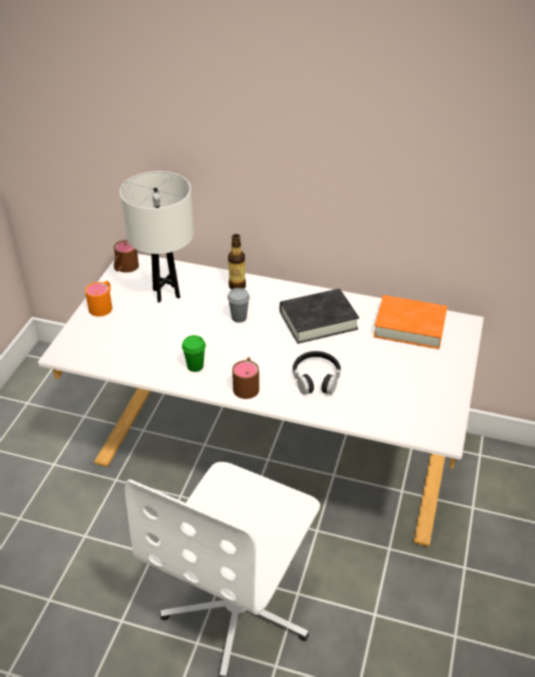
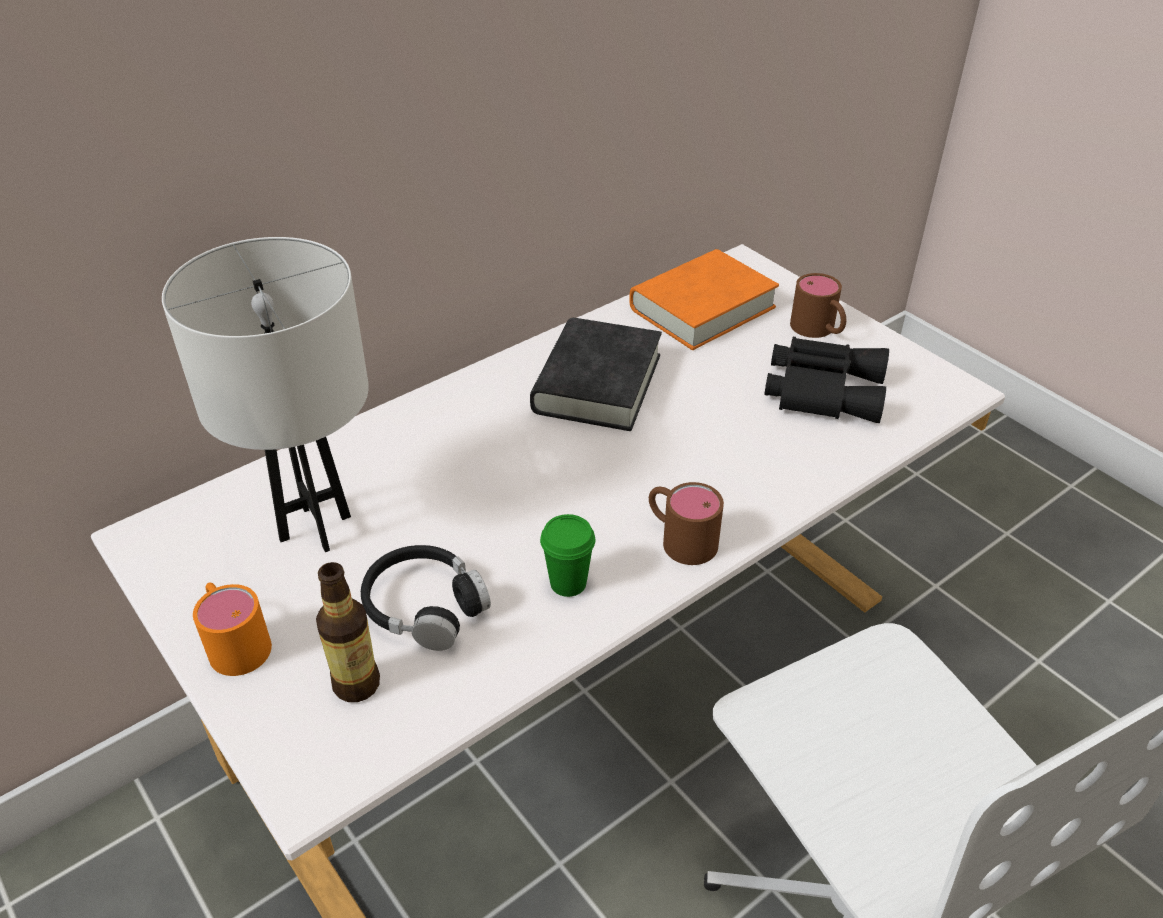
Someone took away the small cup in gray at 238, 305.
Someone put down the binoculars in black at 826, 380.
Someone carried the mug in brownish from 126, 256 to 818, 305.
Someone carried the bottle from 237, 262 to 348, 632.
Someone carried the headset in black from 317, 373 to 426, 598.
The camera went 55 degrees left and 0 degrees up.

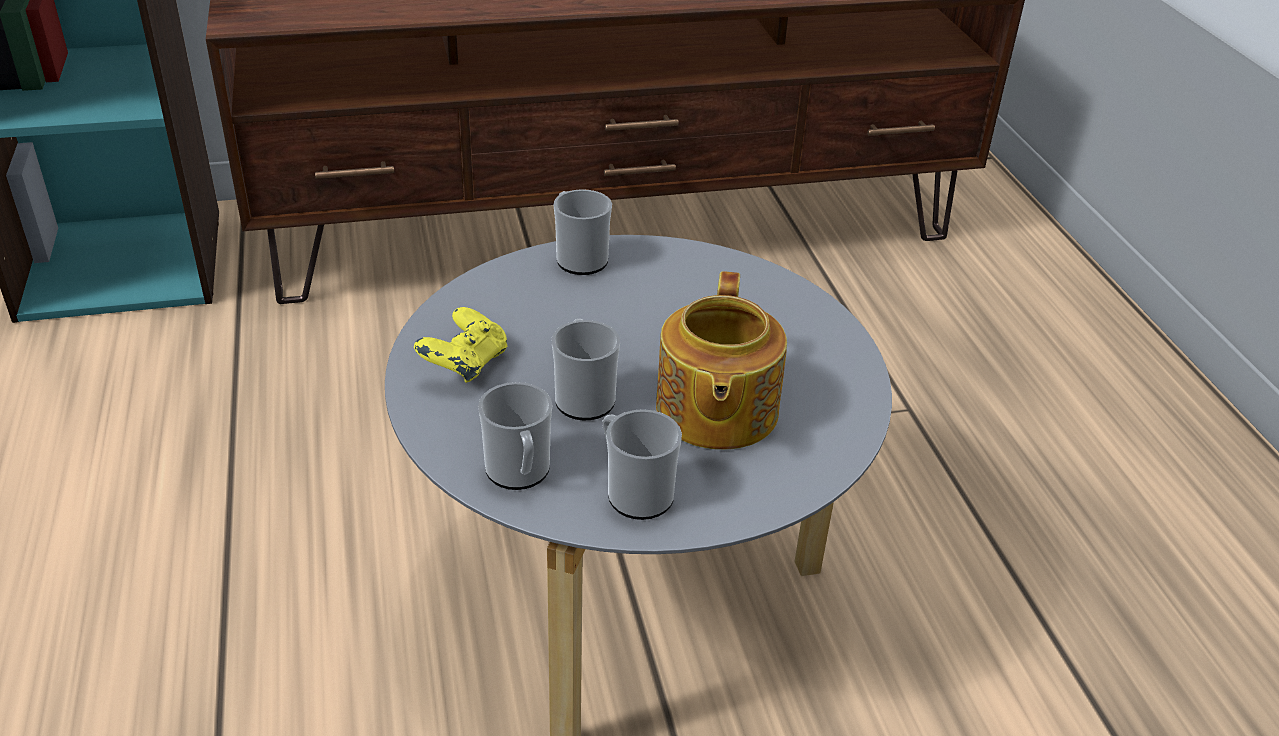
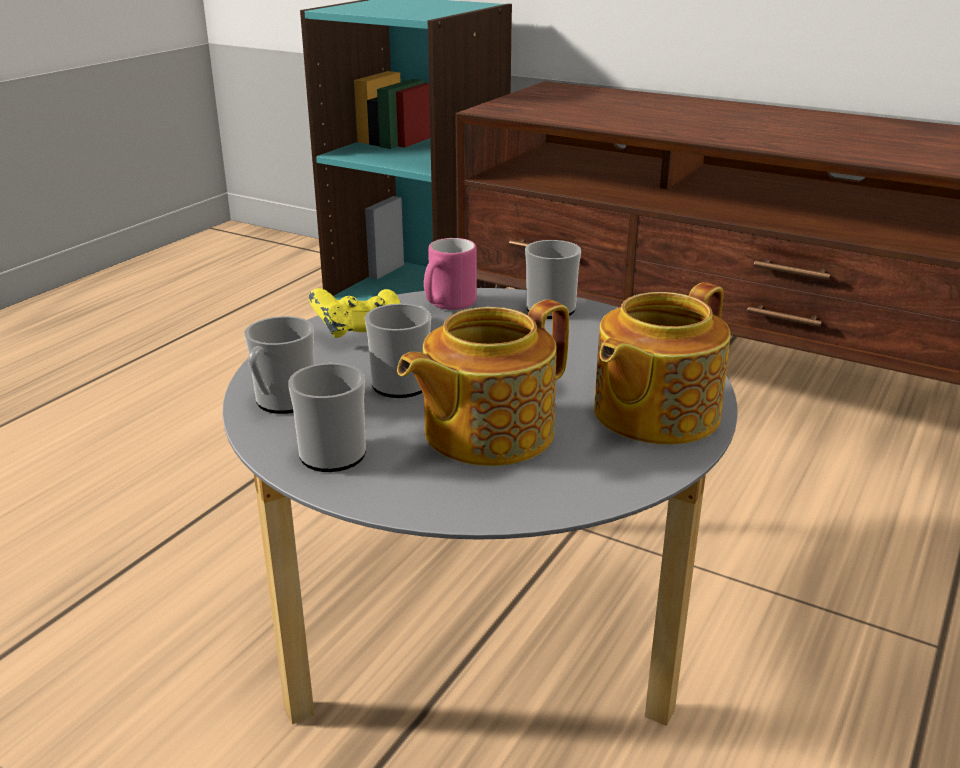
Someone put down the mug in pink at 450, 274.
Someone put down the pot for tea at 662, 363.
The camera went 45 degrees right and 10 degrees down.

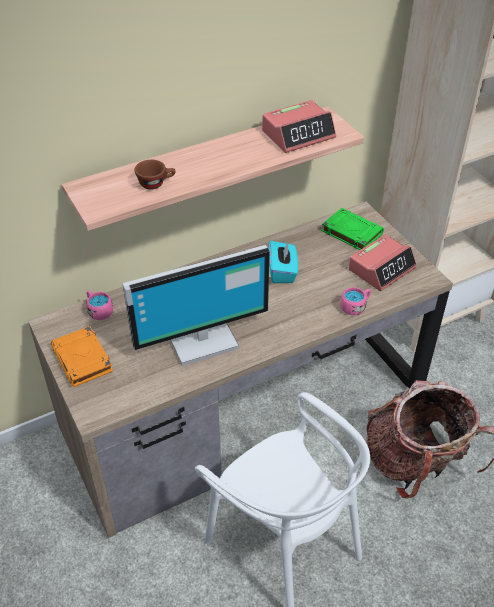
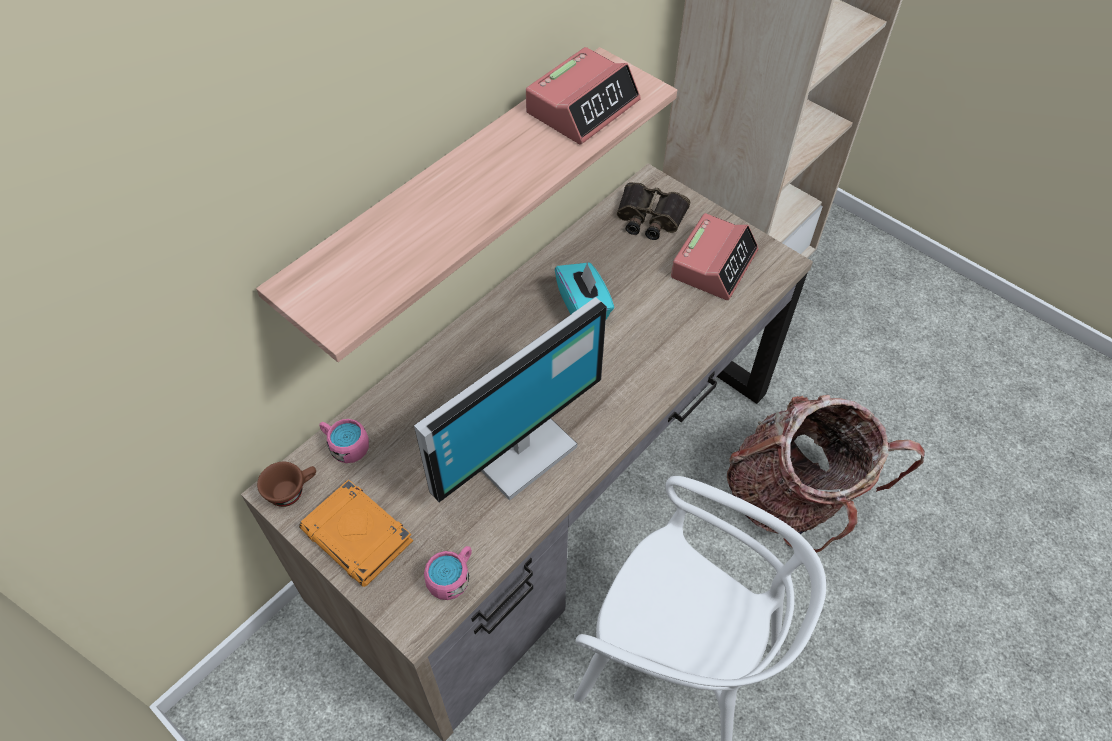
Someone carried the small cup in brownish from 155, 175 to 286, 484.
Someone carried the mug in pink from 355, 301 to 448, 573.
Someone swapped the book in green-coloured at 352, 229 for the binoculars at 653, 211.
The camera went 20 degrees left and 10 degrees up.

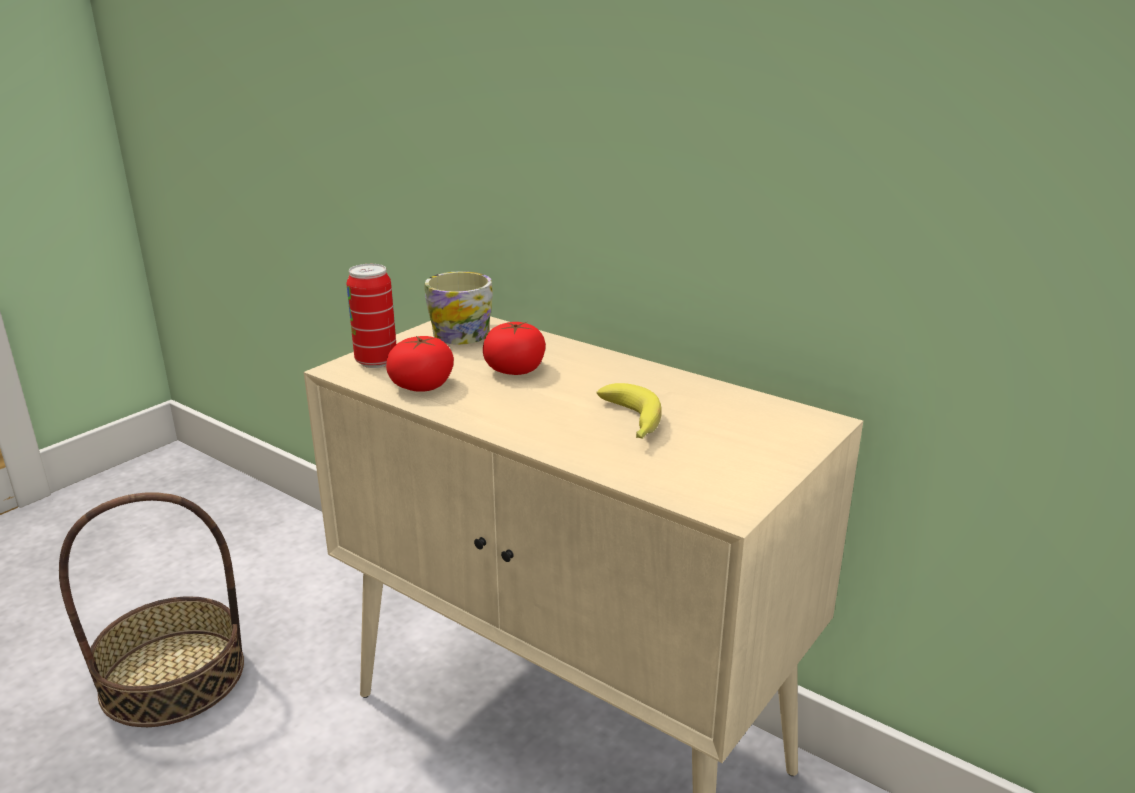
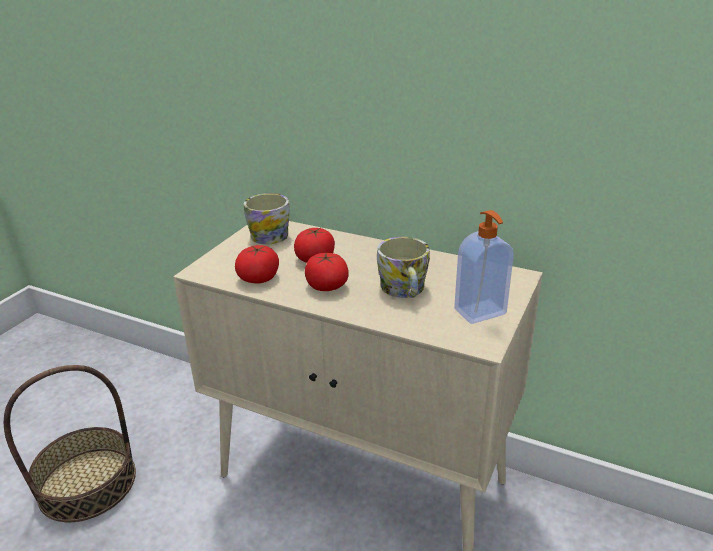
Someone took away the sealed can at 371, 316.
Someone put down the whole tomato at 327, 272.
Someone put down the soap dispenser at 484, 267.
Someone swapped the banana fruit at 629, 411 for the mug at 403, 267.
The camera went 10 degrees left and 5 degrees up.

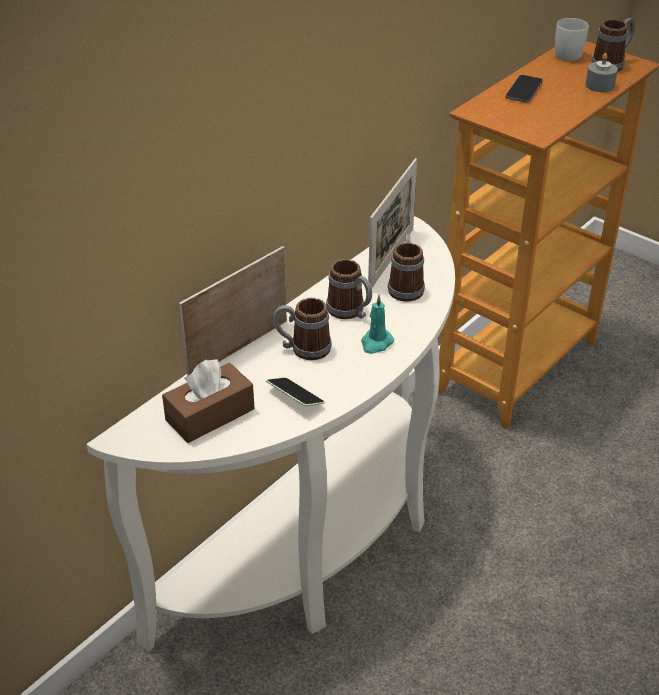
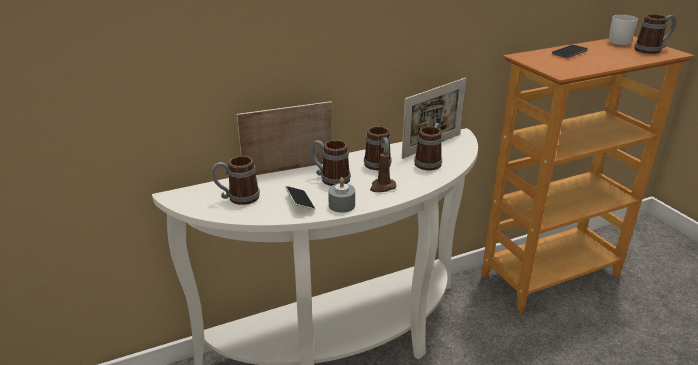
Someone carried the candle in gray from 601, 72 to 341, 195.
Someone swapped the tissue box in brownish at 208, 401 for the mug at 236, 180.
Someone repainted the candle in turquoise-coloured at 377, 324, which became the candle in brownish at 383, 169.
The camera went 25 degrees right and 10 degrees down.

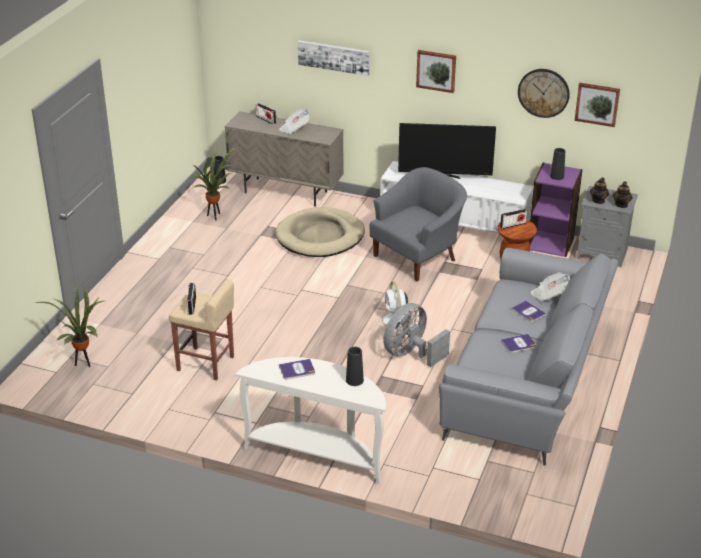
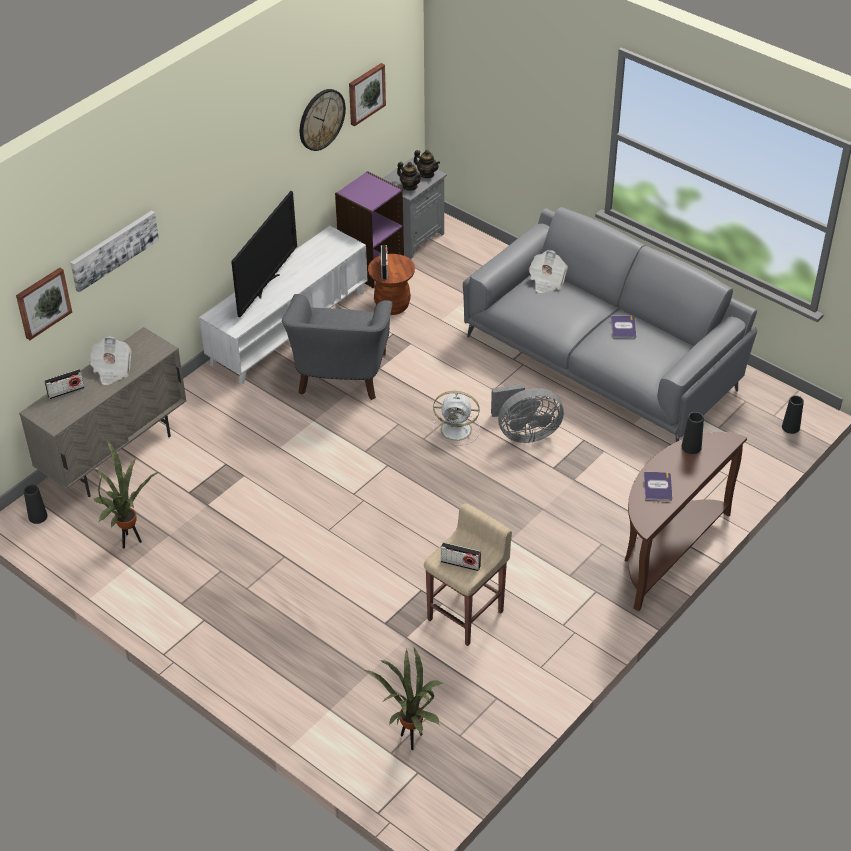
Someone took away the pet bed in beige-coloured at 320, 232.
Someone took away the book at 529, 311.
Someone carried the picture from 436, 71 to 44, 304.
Someone carried the flower vase in black from 557, 164 to 793, 414.
Someone repainted the hall table in white-coloured at 310, 420, which became the hall table in brownish at 685, 521.
Someone rotated the armchair in gray at 418, 224 by 150 degrees counterclockwise.
Someone rotated the cooling fan in gray at 416, 335 by 75 degrees counterclockwise.
The camera went 70 degrees left and 10 degrees up.

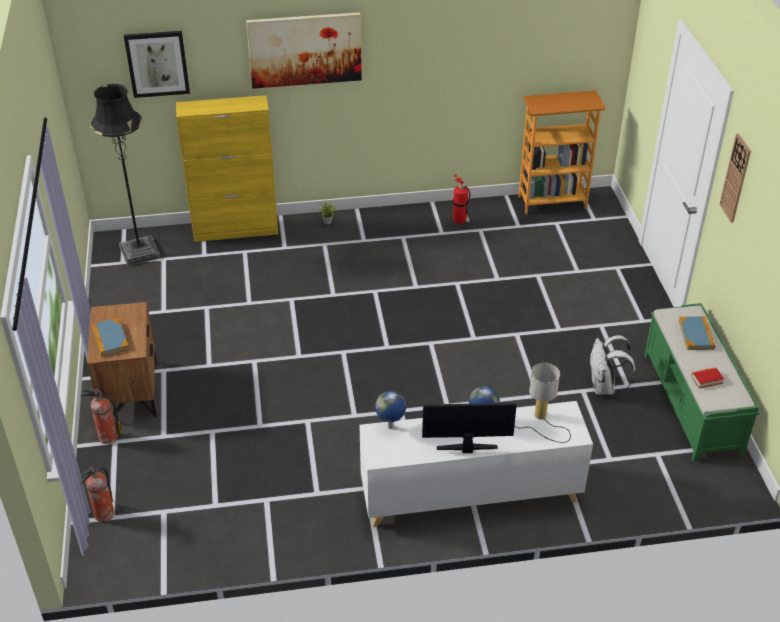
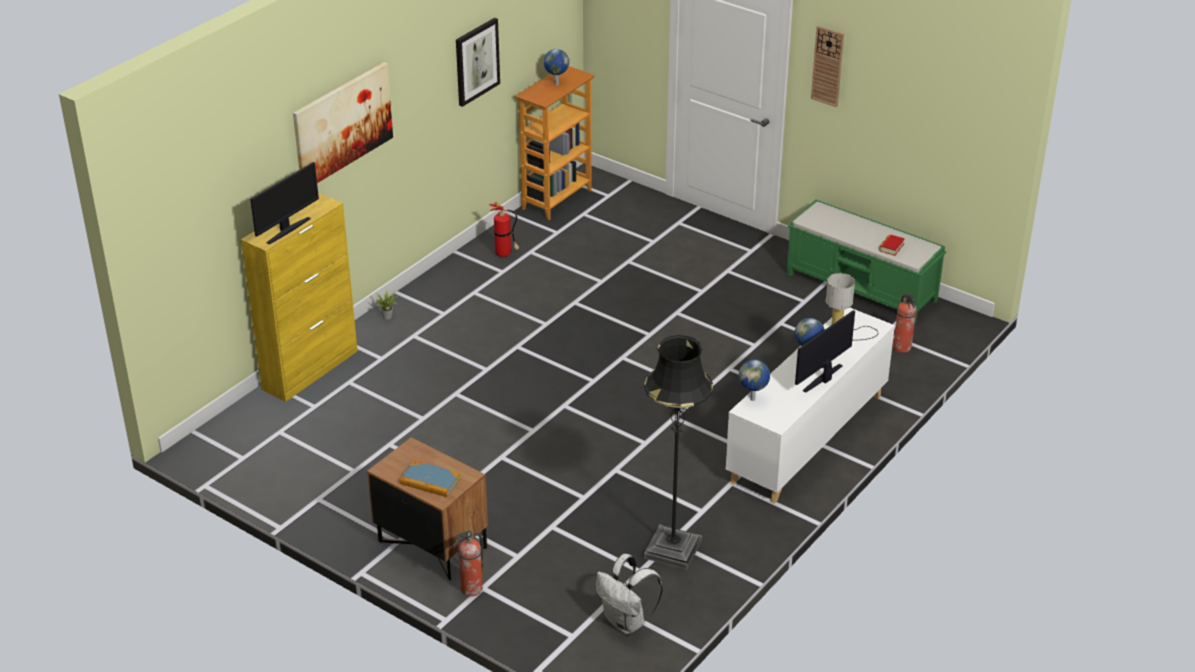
Someone took away the book at 697, 333.
Someone put down the computer display at 284, 203.
Someone put down the globe at 556, 67.
Someone carried the extinguisher from 97, 494 to 905, 322.
Someone carried the standard lamp in black from 125, 175 to 678, 452.
Someone carried the picture from 157, 64 to 478, 62.
Someone carried the backpack in white-coloured from 613, 365 to 629, 594.
The camera went 45 degrees left and 5 degrees down.

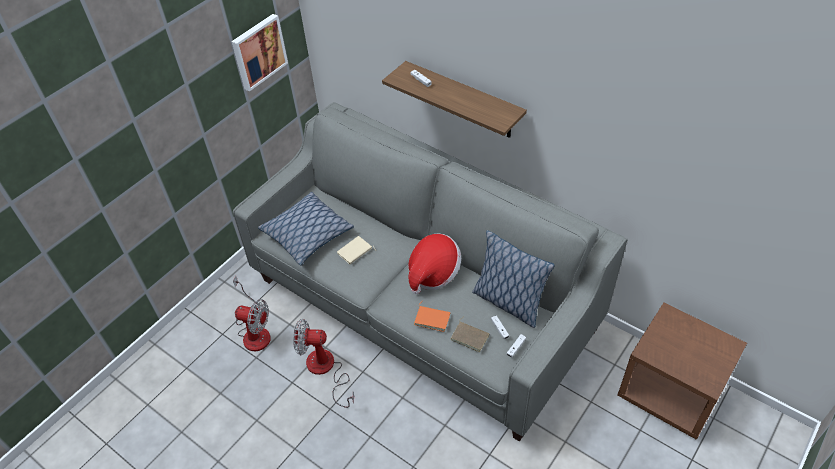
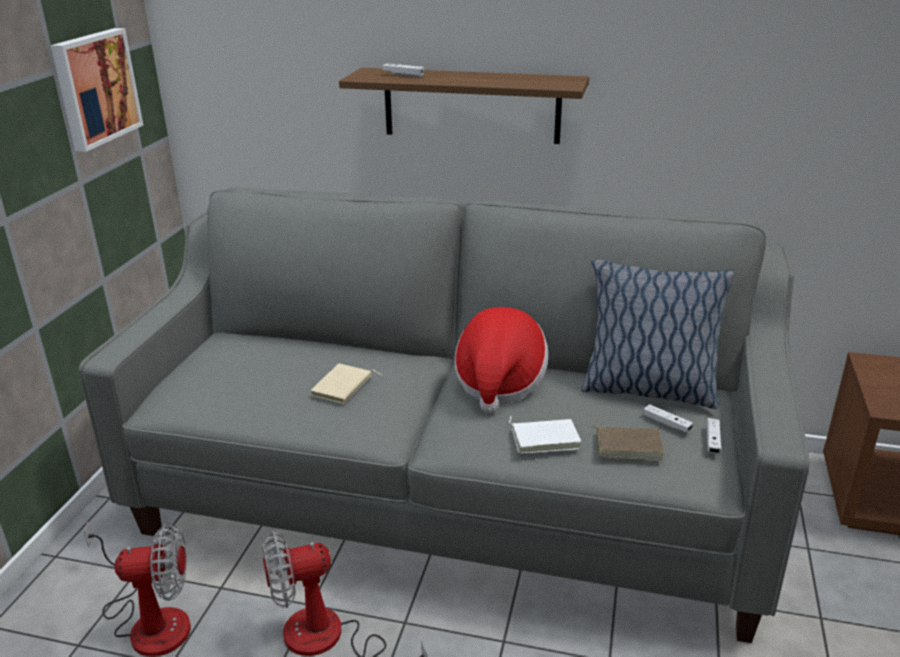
Someone took away the throw pillow at 306, 229.
Someone repainted the book in orange-coloured at 432, 316, which became the book in white-coloured at 545, 434.
The camera went 25 degrees left and 20 degrees down.

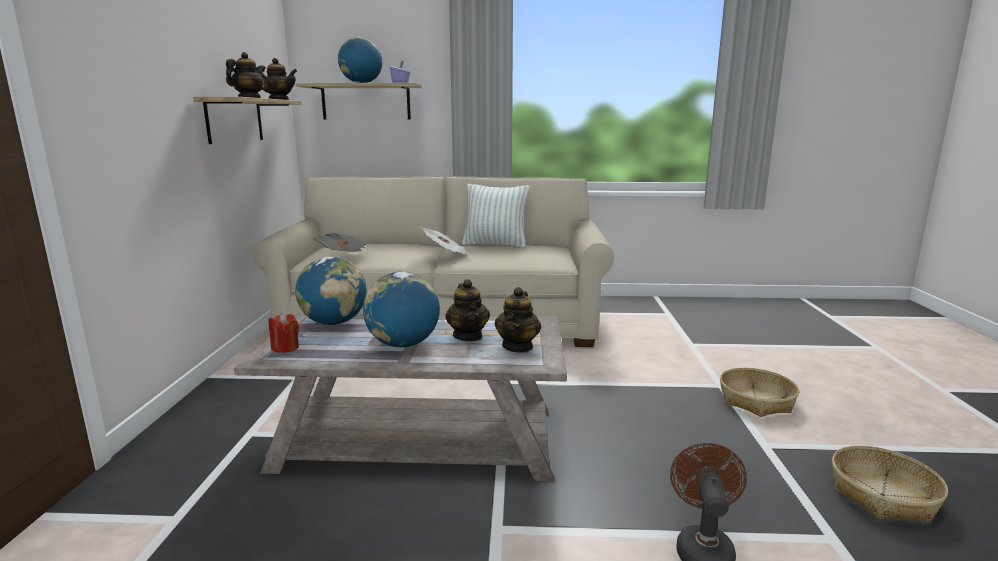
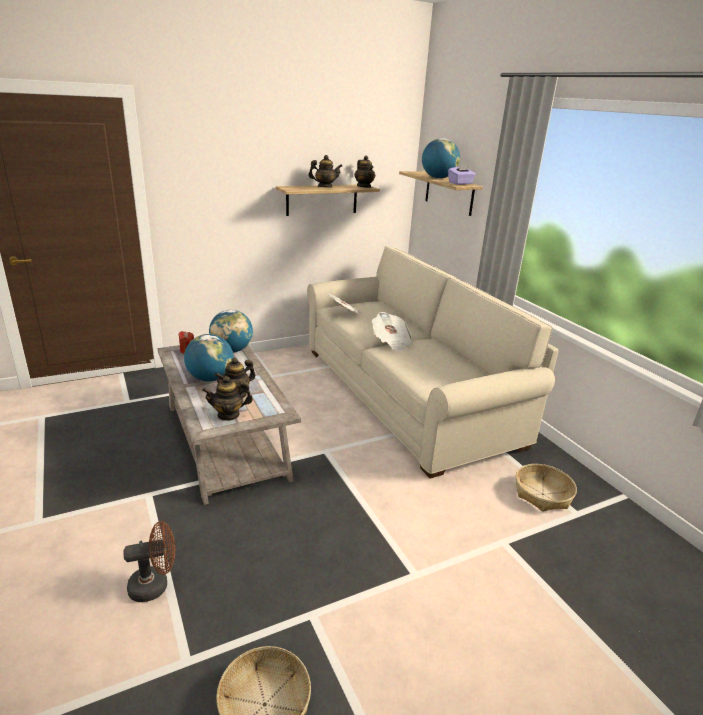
Someone took away the throw pillow at 496, 216.
Someone carried the basket from 759, 392 to 546, 488.
The camera went 60 degrees right and 10 degrees up.

